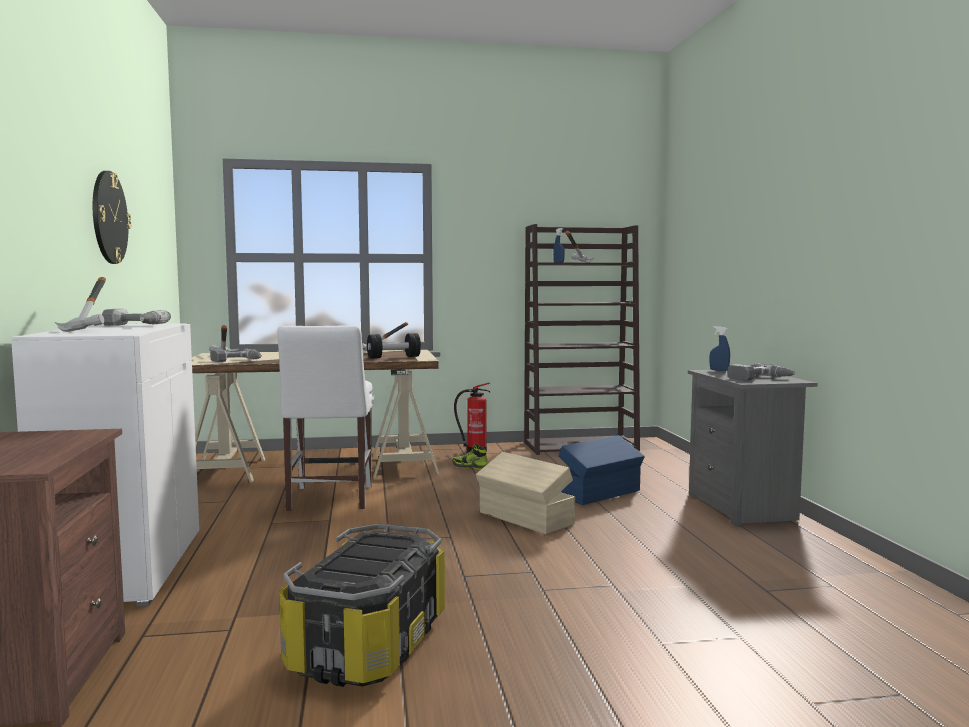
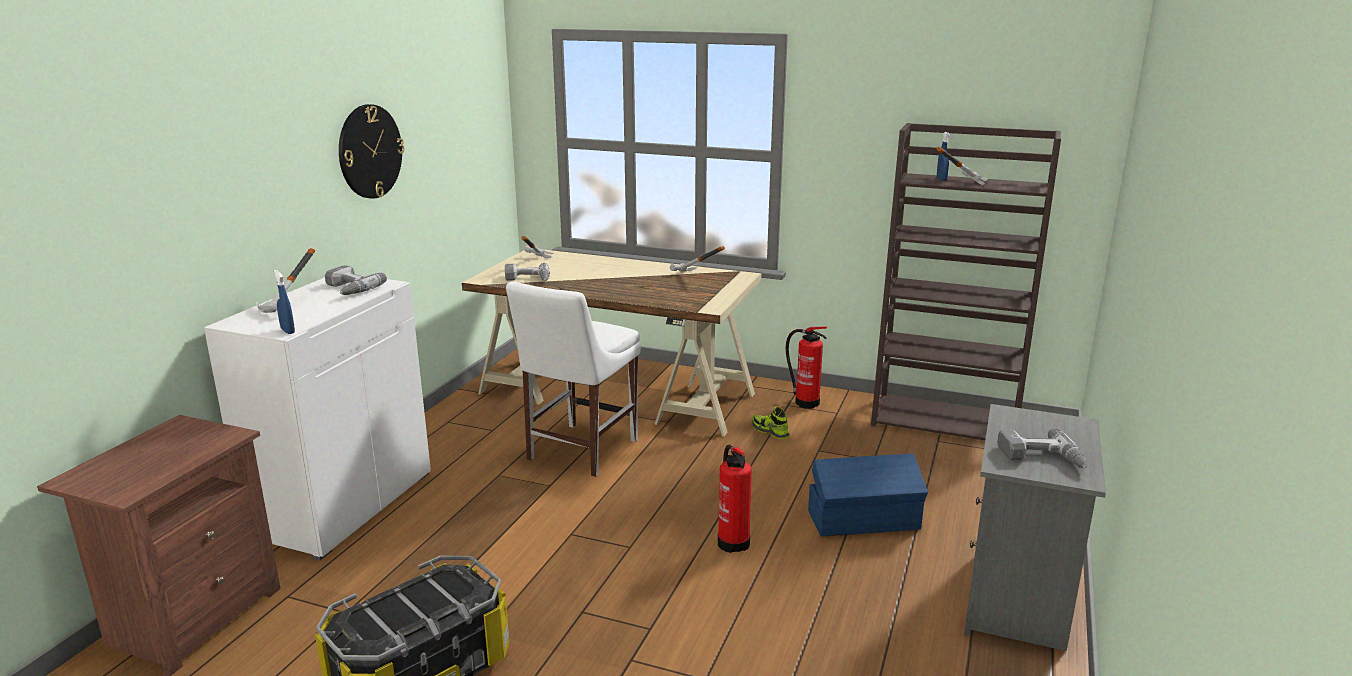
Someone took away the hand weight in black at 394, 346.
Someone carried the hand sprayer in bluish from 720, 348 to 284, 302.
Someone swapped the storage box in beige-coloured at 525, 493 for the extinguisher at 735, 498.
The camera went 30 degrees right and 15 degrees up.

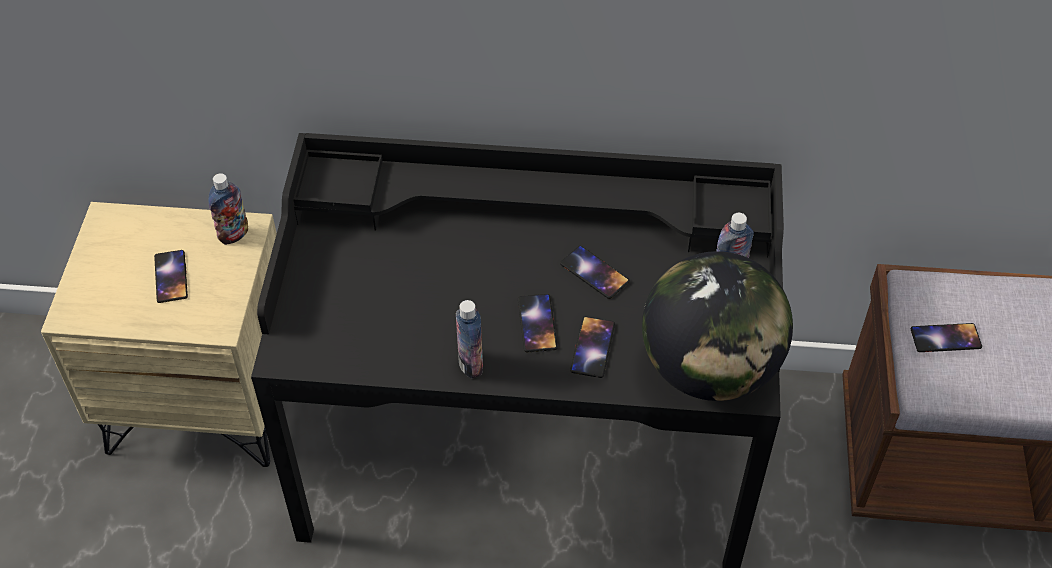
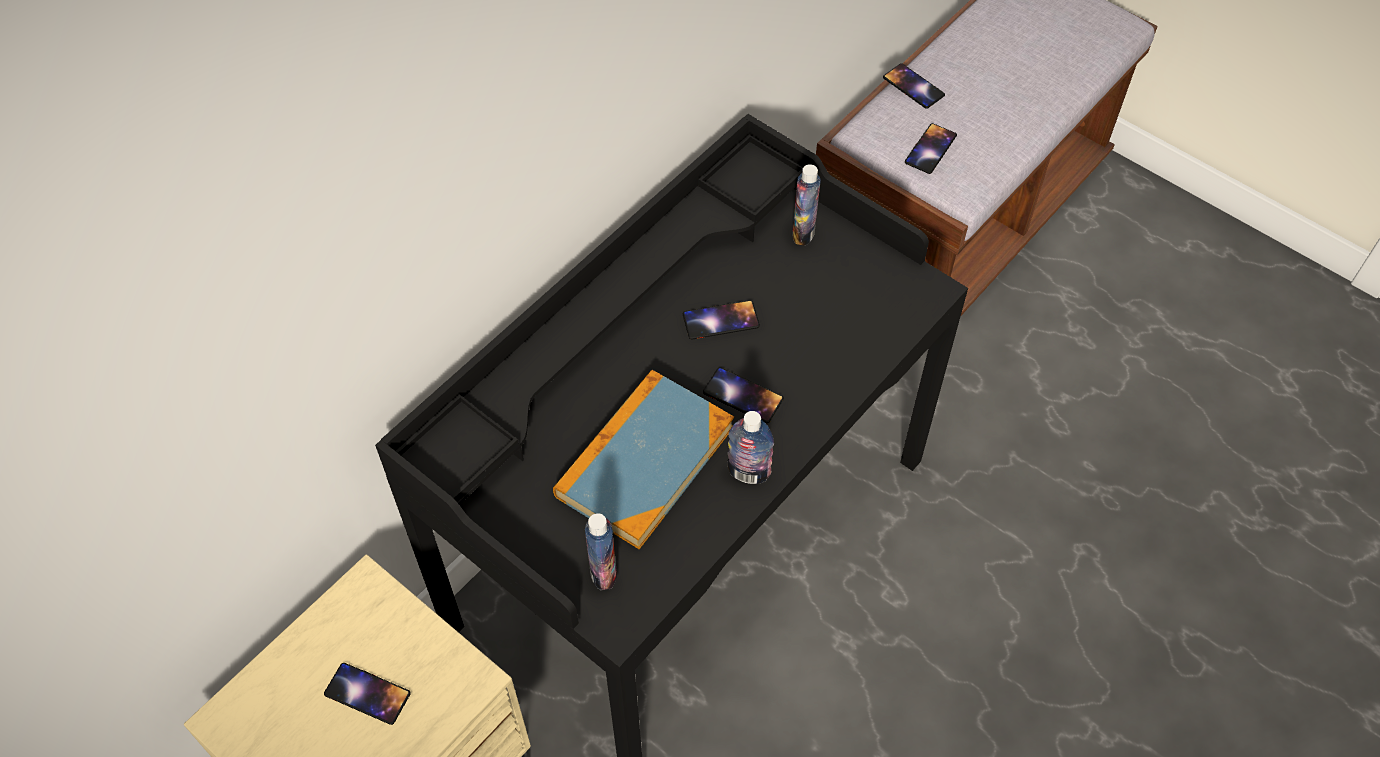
Someone took away the globe at 717, 326.
Someone put down the book at 643, 459.
Someone carried the bottle from 228, 209 to 601, 551.
Someone carried the telephone from 592, 347 to 914, 86.
The camera went 55 degrees left and 5 degrees up.

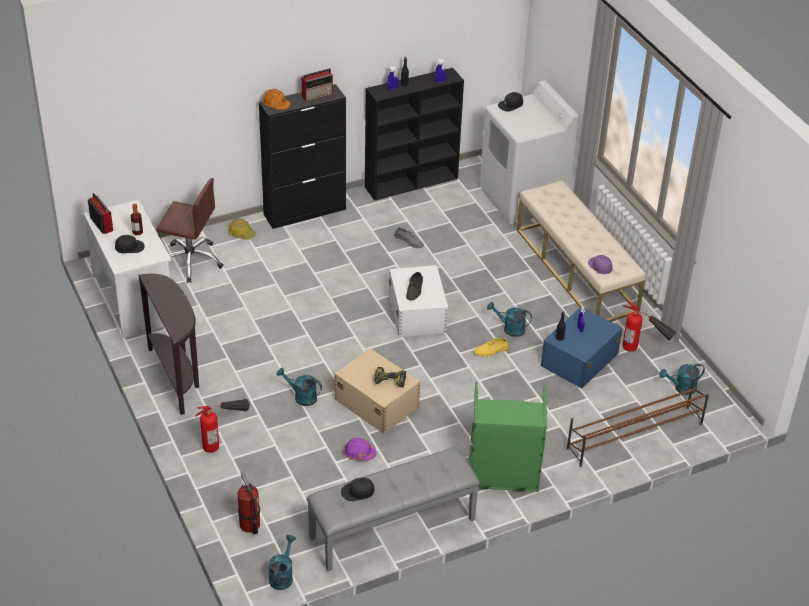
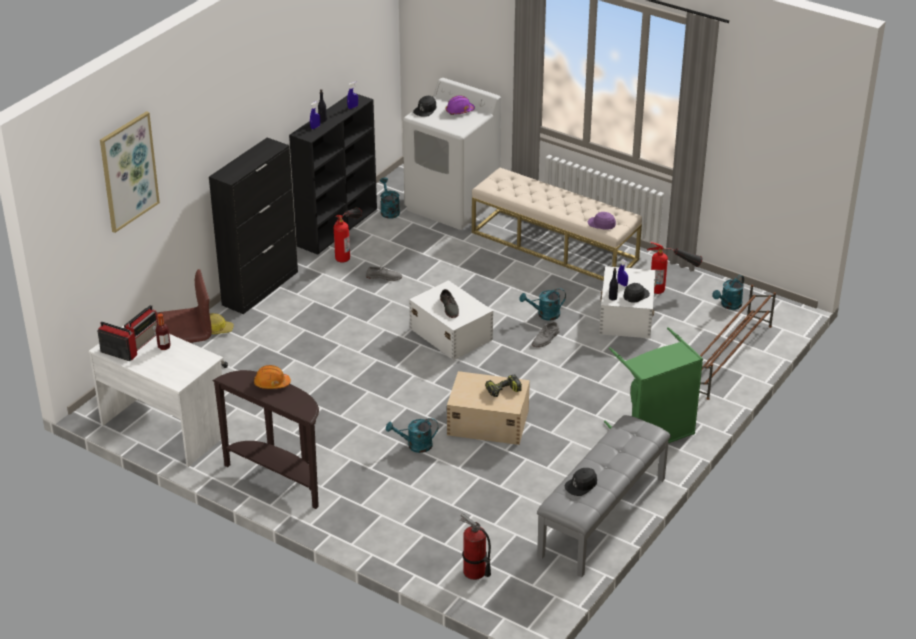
Someone put up the picture at 130, 172.
Someone carried the baseball cap in black from 129, 244 to 636, 292.
Someone carried the extinguisher from 222, 426 to 348, 235.
Someone carried the hard hat in orange-coloured from 276, 99 to 272, 377.
Someone carried the watering pot in turquoise-coloured from 282, 562 to 390, 198.
Someone carried the radio receiver from 317, 84 to 141, 328.
Someone carried the hard hat in purple-coloured from 360, 449 to 460, 105.
Someone repainted the shoe in yellow-coloured at 491, 347, which became the shoe in gray at 545, 334.
Someone repainted the storage box in bluish at 581, 347, which became the storage box in white-coloured at 627, 302.
The camera went 30 degrees left and 5 degrees down.

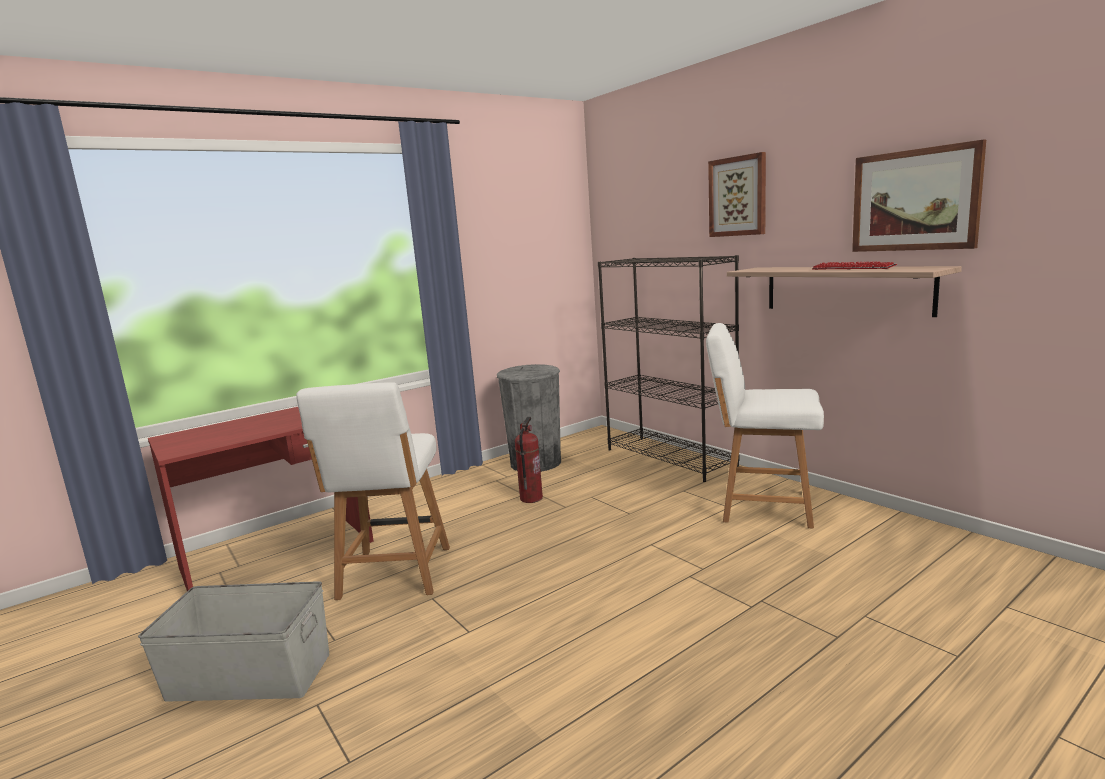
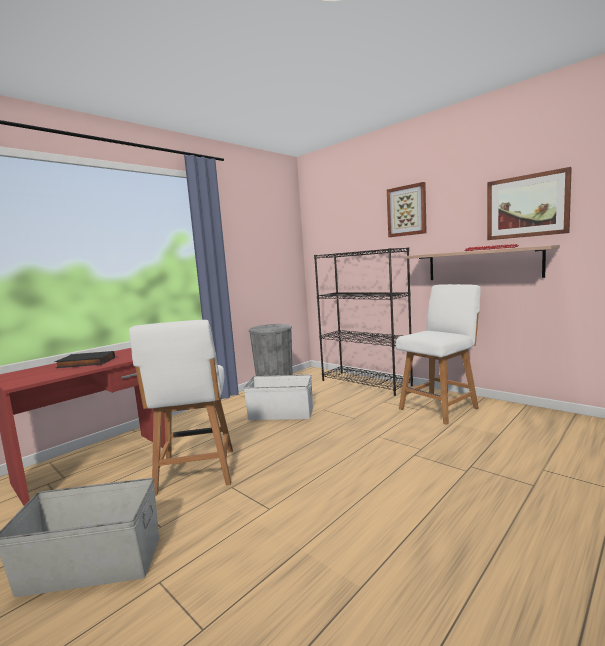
Someone put down the book in black at 85, 359.
Someone swapped the extinguisher at 529, 460 for the storage box in white-coloured at 278, 397.
Someone rotated the upright chair in white-coloured at 765, 426 by 135 degrees clockwise.
The camera went 10 degrees left and 5 degrees down.

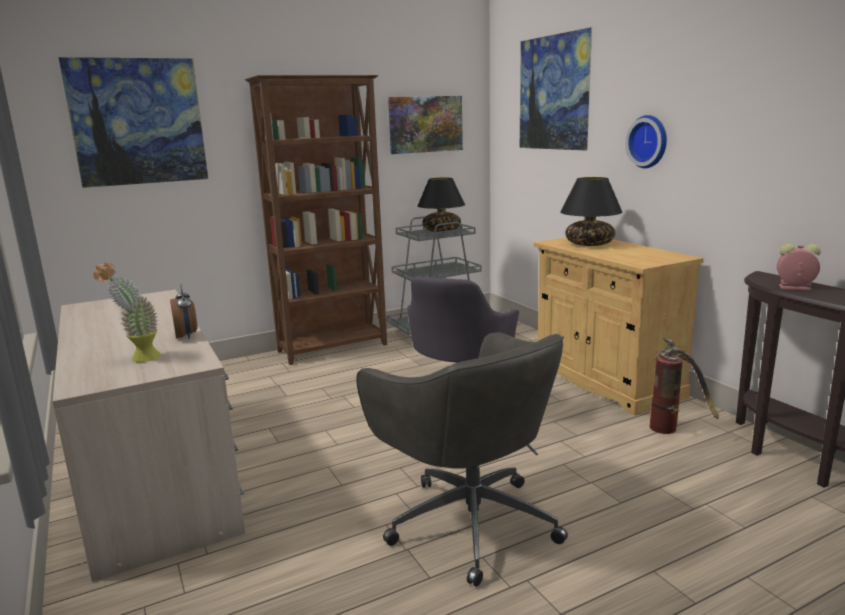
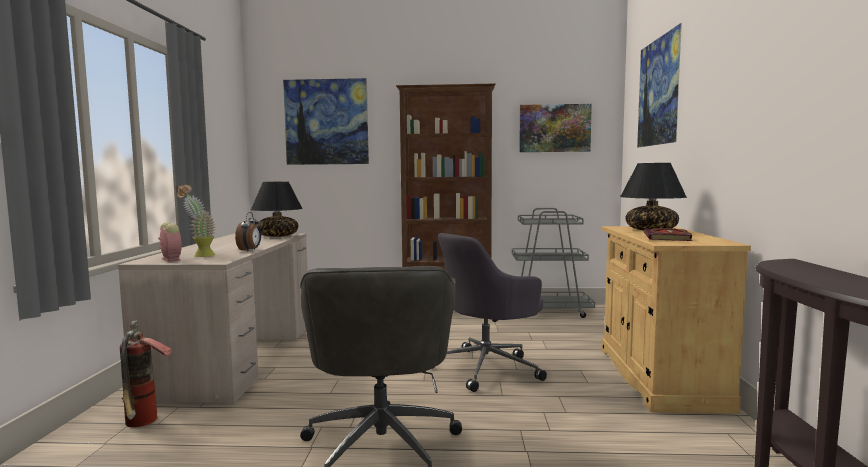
Someone took away the clock on the wall at 646, 141.
Someone put down the book at 668, 234.
Someone carried the table lamp in black from 441, 205 to 277, 209.
Someone carried the extinguisher from 684, 386 to 146, 373.
Someone carried the alarm clock from 798, 267 to 170, 242.
The camera went 30 degrees right and 10 degrees down.

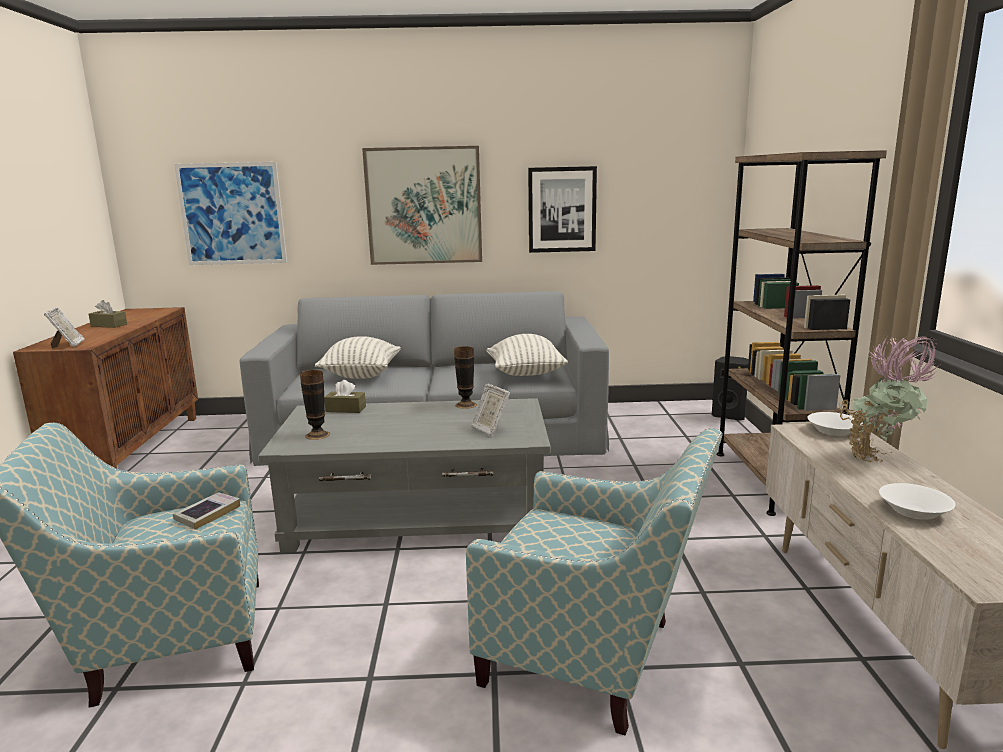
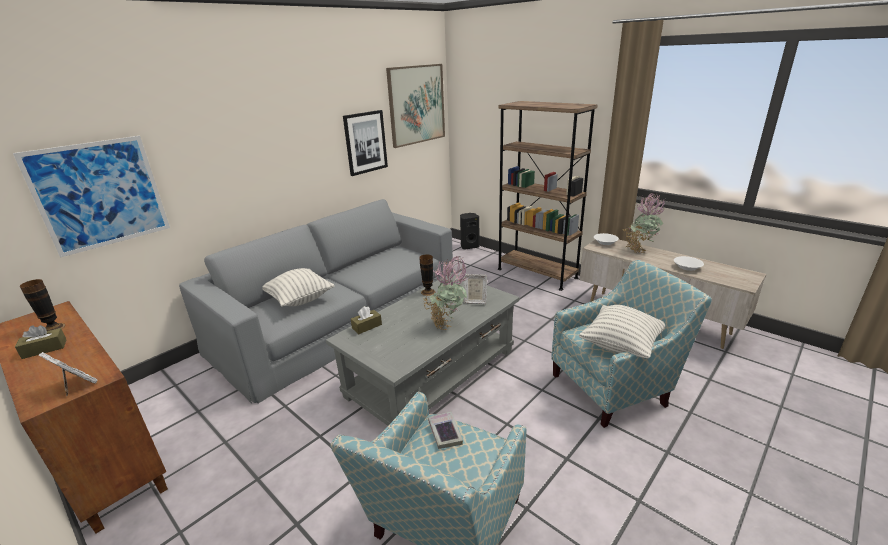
Someone put down the potted plant at 445, 293.
Someone carried the flower vase from 315, 405 to 43, 305.
Someone carried the picture from 422, 205 to 415, 106.
Someone carried the throw pillow from 527, 355 to 622, 331.
The camera went 45 degrees left and 10 degrees up.

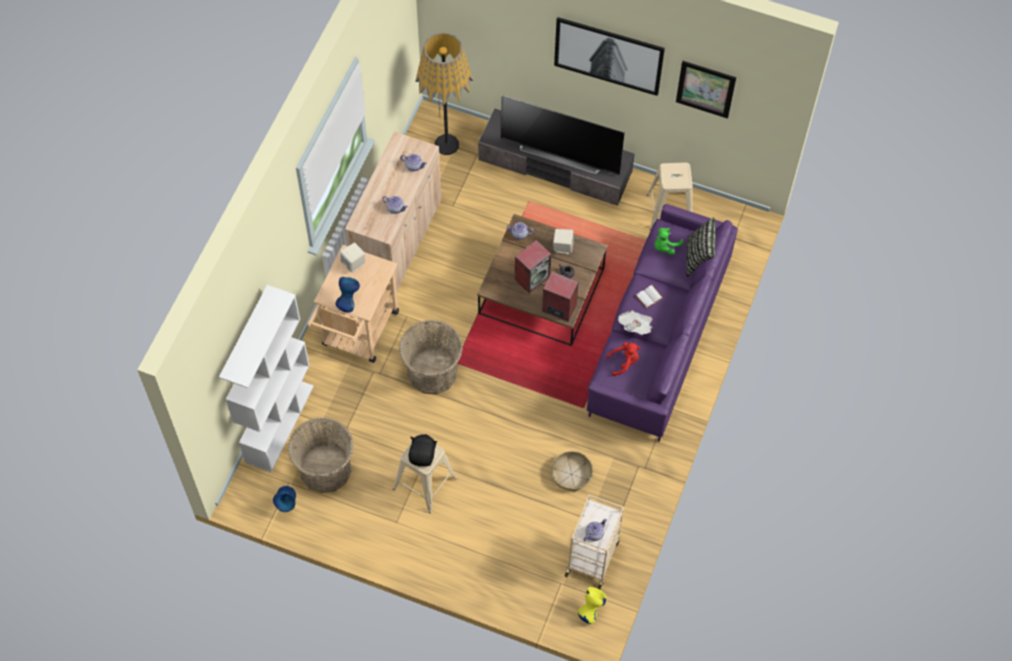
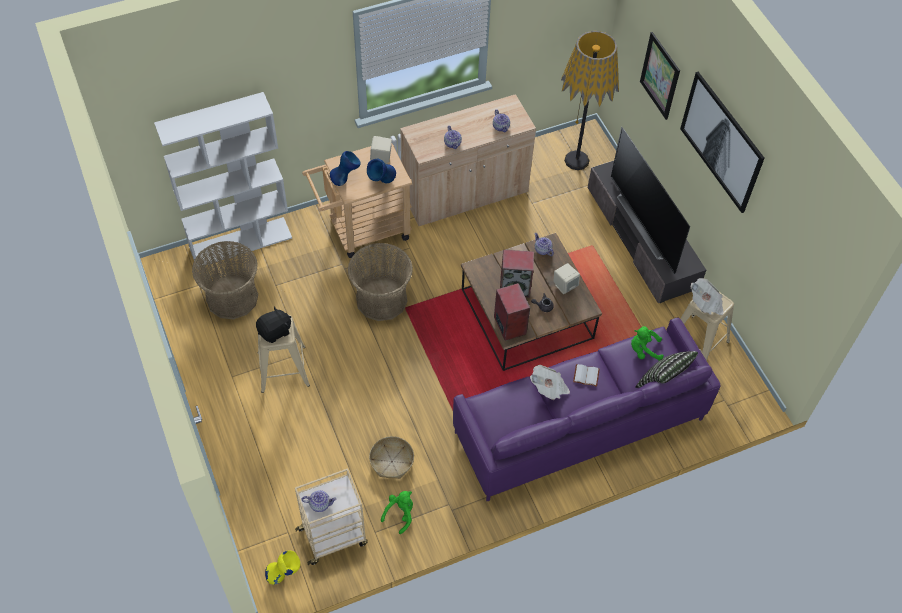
Someone took away the soft toy in red at 623, 359.
Someone put down the soft toy in green-coloured at 397, 512.
Someone put down the printed paper at 707, 296.
Someone carried the flower vase in bluish from 284, 499 to 381, 171.
Someone carried the picture from 706, 90 to 660, 76.
The camera went 45 degrees right and 5 degrees down.

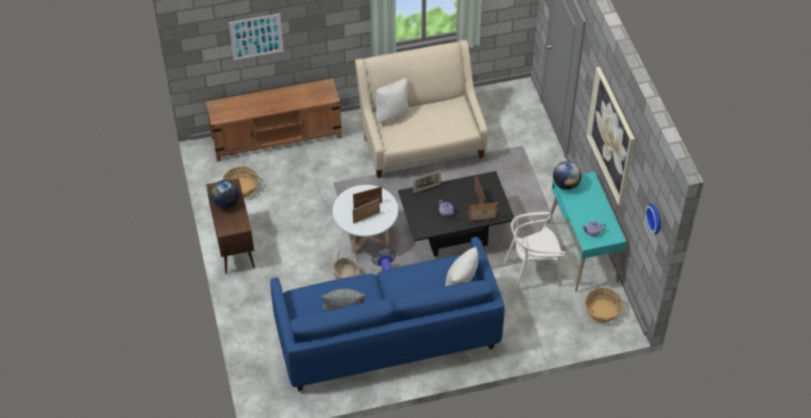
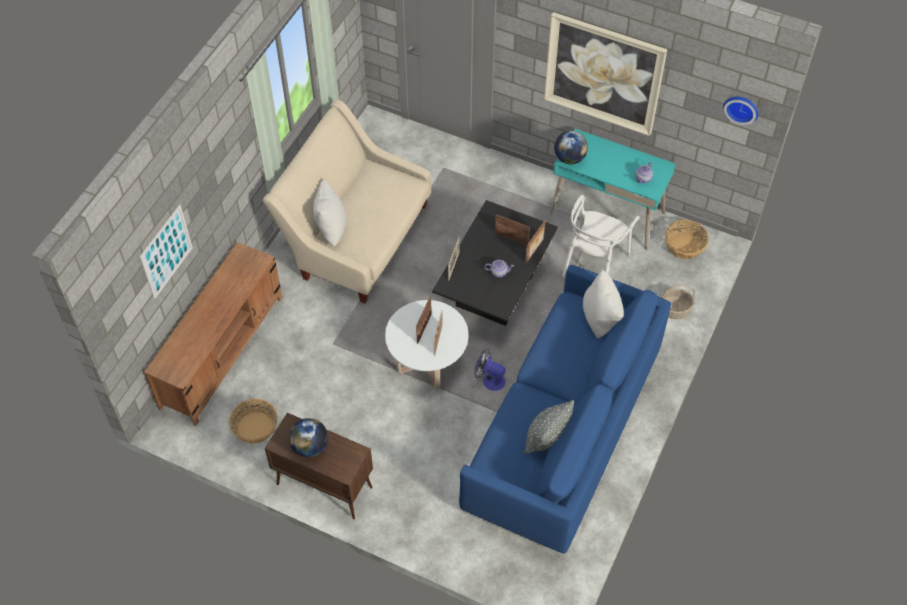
Someone carried the basket from 346, 264 to 678, 301.
The camera went 50 degrees left and 5 degrees up.

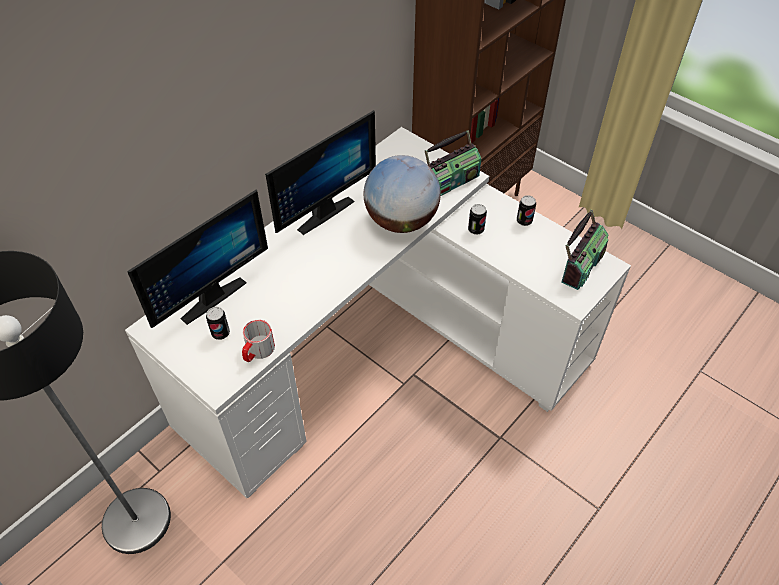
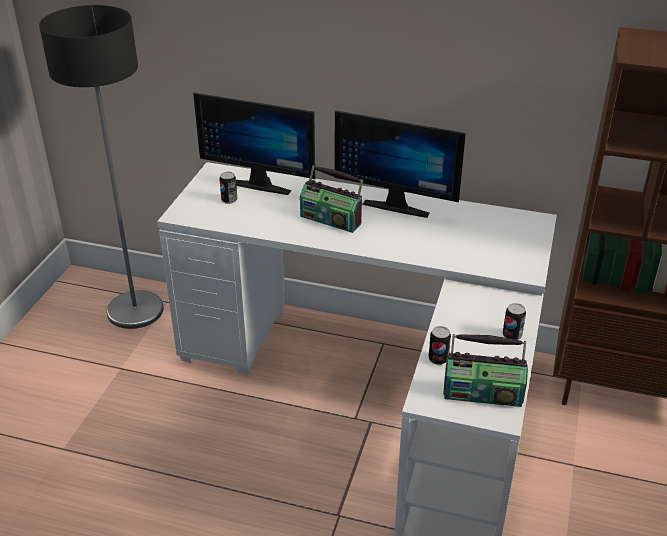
Someone took away the mug at 258, 341.
Someone took away the globe at 402, 194.
Someone carried the radio receiver from 453, 163 to 331, 199.
Someone carried the sealed can from 477, 219 to 439, 345.
The camera went 65 degrees right and 15 degrees down.

